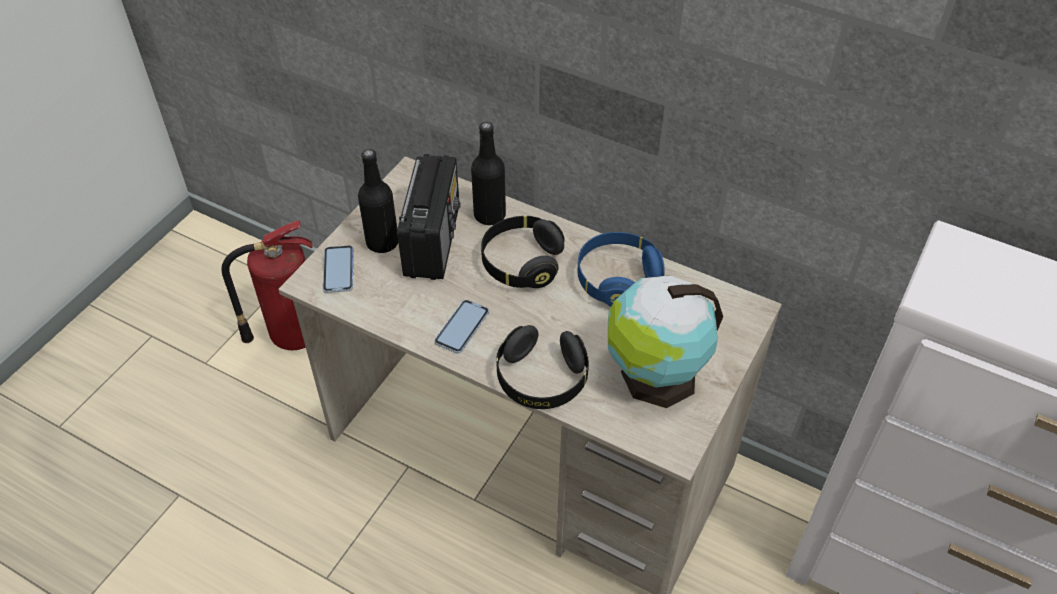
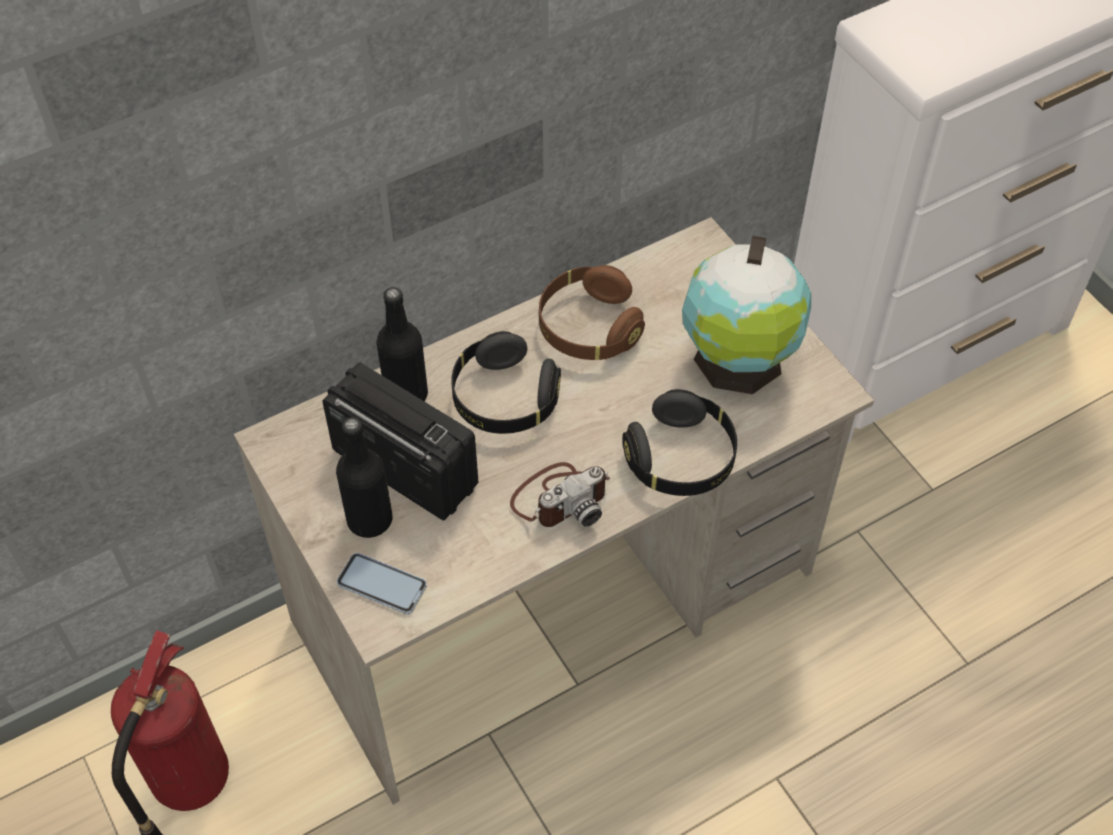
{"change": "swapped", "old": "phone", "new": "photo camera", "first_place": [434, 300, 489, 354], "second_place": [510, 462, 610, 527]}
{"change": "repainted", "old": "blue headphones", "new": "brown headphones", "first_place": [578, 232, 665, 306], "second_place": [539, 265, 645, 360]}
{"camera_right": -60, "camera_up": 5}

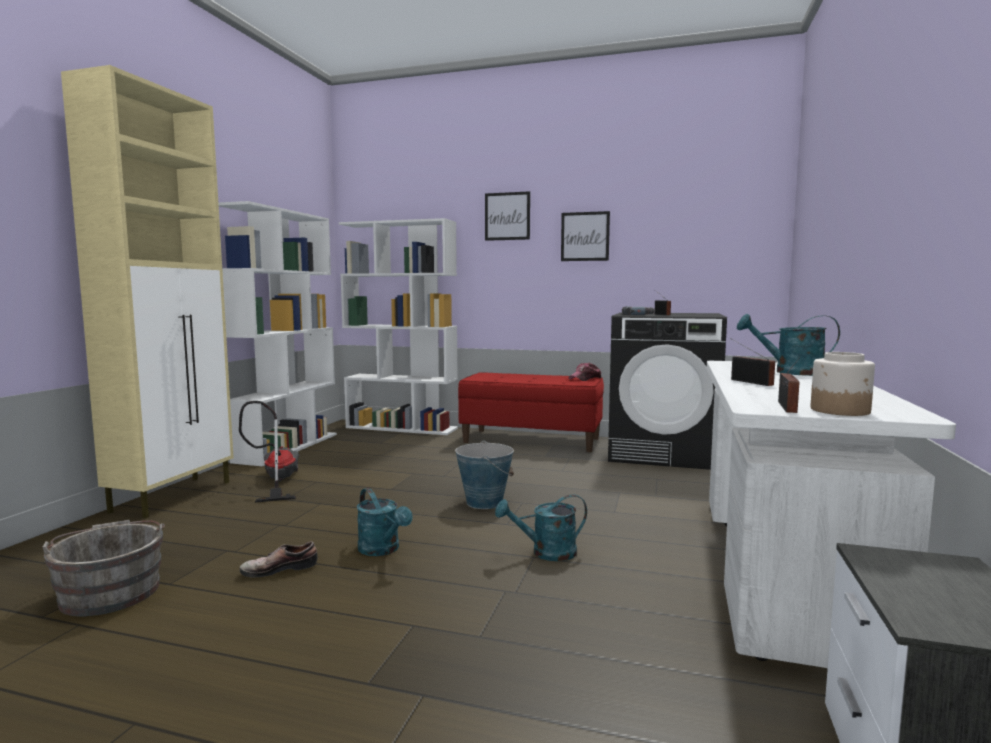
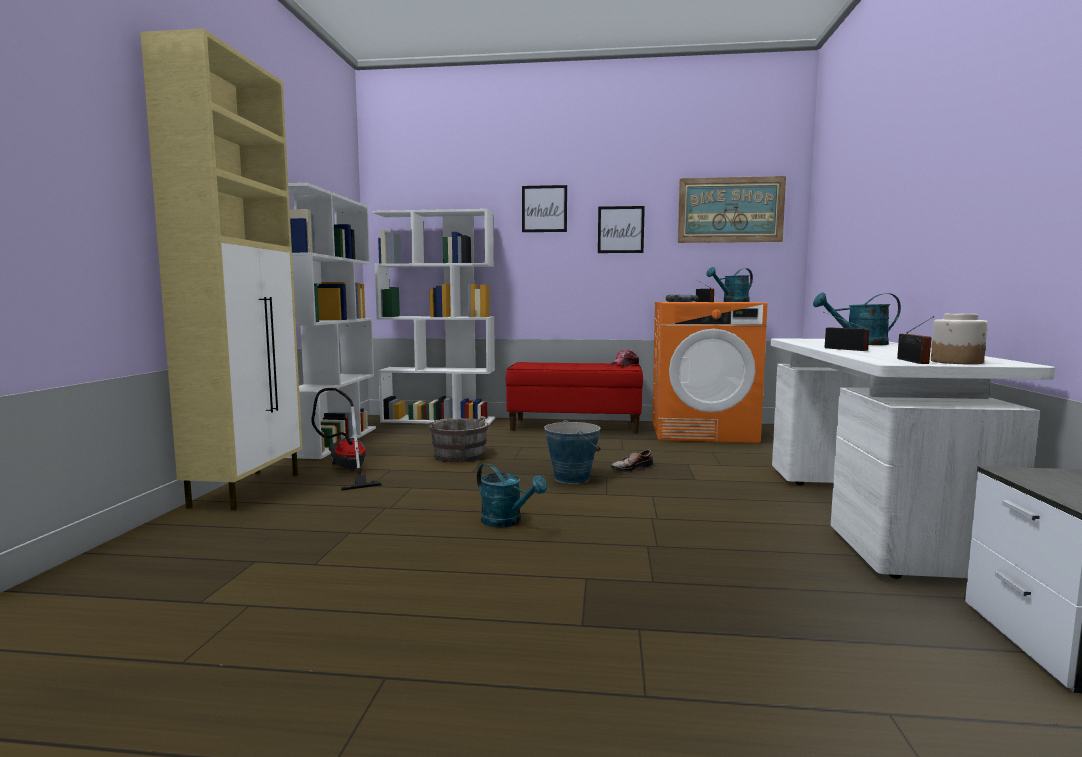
{"change": "shifted", "old": "grey bucket", "first_place": [43, 520, 165, 617], "second_place": [426, 416, 488, 462]}
{"change": "shifted", "old": "shoe", "first_place": [240, 541, 318, 577], "second_place": [611, 450, 653, 472]}
{"change": "shifted", "old": "turquoise watering can", "first_place": [495, 494, 587, 561], "second_place": [706, 267, 753, 302]}
{"change": "repainted", "old": "black washing machine", "new": "orange washing machine", "first_place": [608, 312, 727, 470], "second_place": [652, 302, 767, 443]}
{"change": "new", "new": "picture", "second_place": [678, 176, 786, 243]}
{"camera_right": -10, "camera_up": 0}

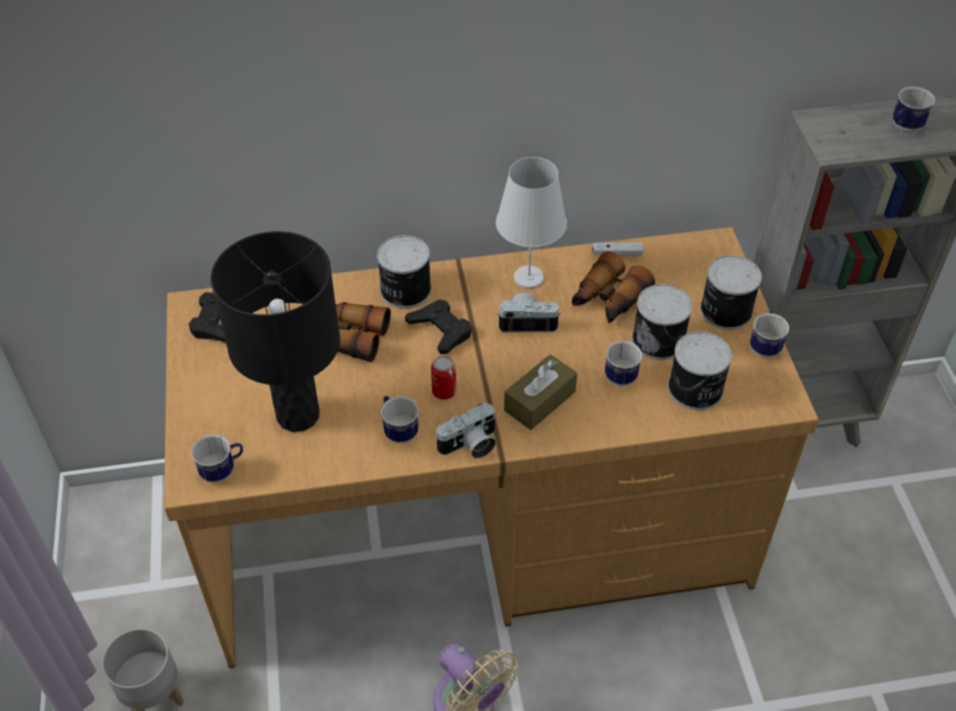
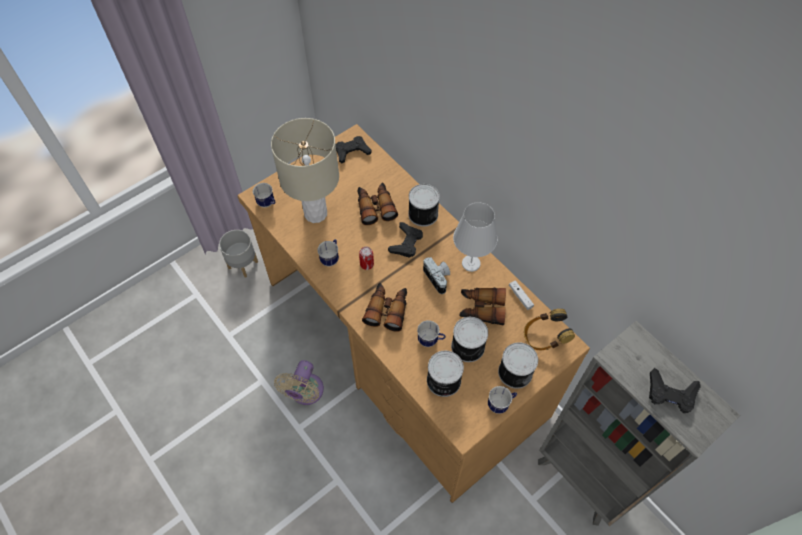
{"change": "repainted", "old": "black table lamp", "new": "beige table lamp", "first_place": [211, 231, 340, 432], "second_place": [271, 118, 339, 223]}
{"change": "gone", "old": "photo camera", "first_place": [435, 402, 496, 458]}
{"change": "swapped", "old": "brown tissue box", "new": "binoculars", "first_place": [504, 354, 577, 430], "second_place": [362, 283, 407, 332]}
{"change": "swapped", "old": "mug", "new": "black game controller", "first_place": [893, 86, 935, 133], "second_place": [649, 368, 701, 413]}
{"change": "new", "new": "headphones", "second_place": [524, 309, 575, 351]}
{"camera_right": 60, "camera_up": 10}

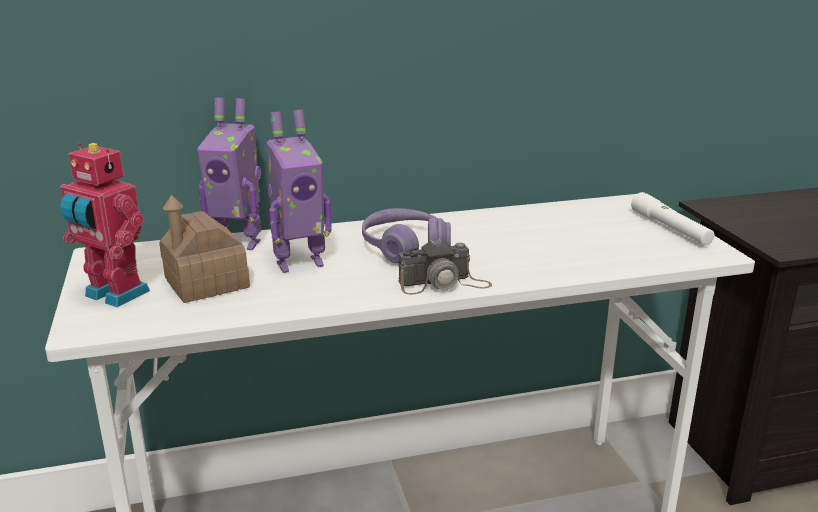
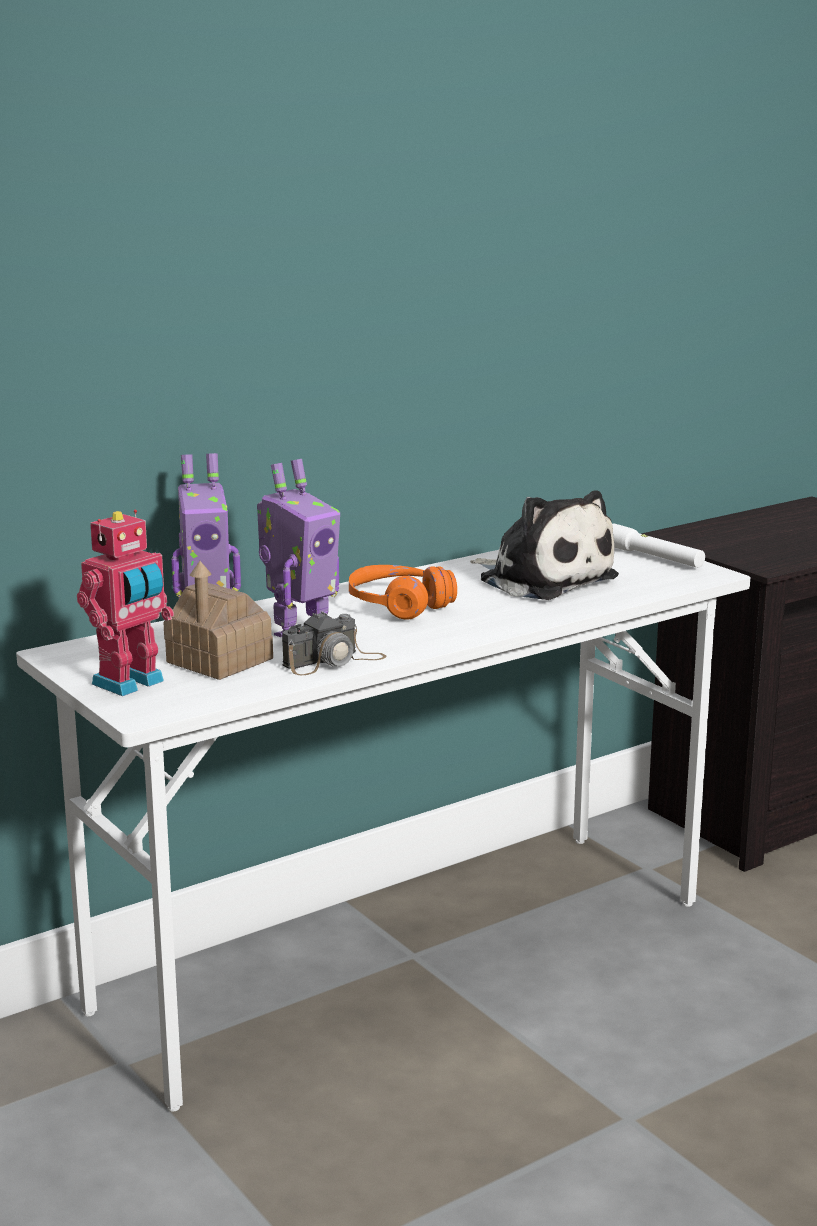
{"change": "rotated", "old": "toy robot", "first_place": [60, 143, 150, 307], "second_place": [77, 510, 174, 696], "degrees": -60}
{"change": "repainted", "old": "purple headphones", "new": "orange headphones", "first_place": [362, 208, 451, 263], "second_place": [349, 565, 457, 620]}
{"change": "shifted", "old": "photo camera", "first_place": [399, 238, 492, 295], "second_place": [282, 611, 386, 675]}
{"change": "new", "new": "plush toy", "second_place": [470, 490, 619, 600]}
{"camera_right": -20, "camera_up": -5}

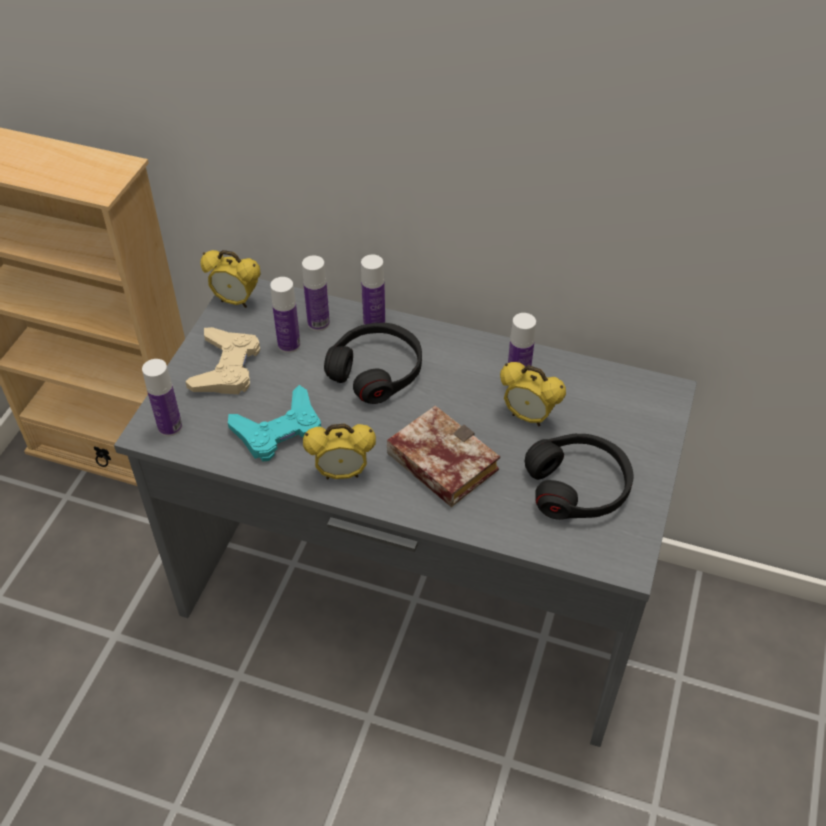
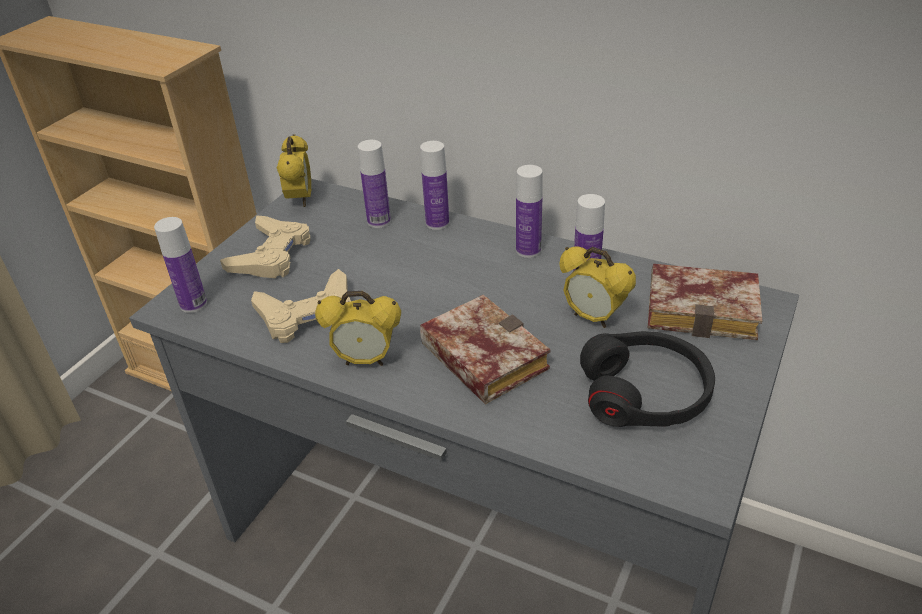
{"change": "rotated", "old": "alarm clock", "first_place": [201, 250, 261, 308], "second_place": [277, 134, 311, 207], "degrees": -120}
{"change": "repainted", "old": "turquoise game controller", "new": "beige game controller", "first_place": [228, 385, 321, 462], "second_place": [251, 269, 351, 343]}
{"change": "shifted", "old": "bottle", "first_place": [270, 277, 301, 353], "second_place": [516, 165, 543, 258]}
{"change": "gone", "old": "black headphones", "first_place": [324, 323, 422, 404]}
{"change": "new", "new": "book", "second_place": [648, 264, 762, 340]}
{"camera_right": 10, "camera_up": -10}

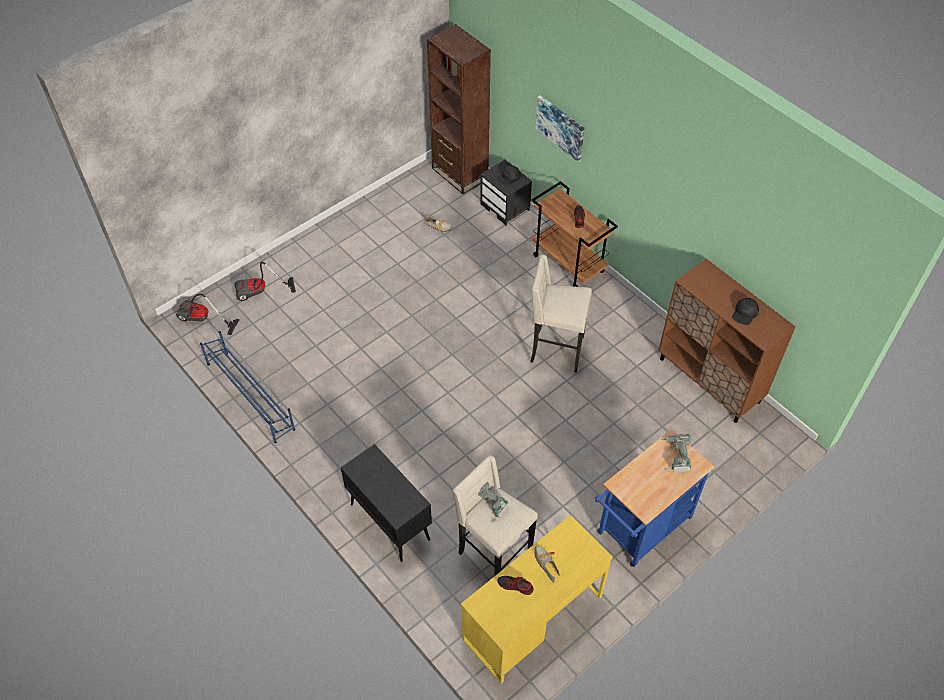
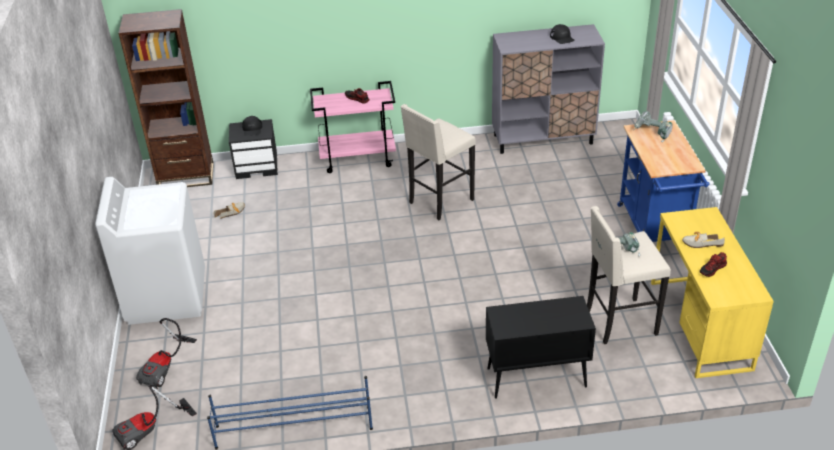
{"change": "repainted", "old": "brown cart", "new": "pink cart", "first_place": [532, 181, 618, 287], "second_place": [310, 81, 396, 173]}
{"change": "gone", "old": "picture", "first_place": [535, 95, 584, 162]}
{"change": "repainted", "old": "brown cabinet", "new": "grey cabinet", "first_place": [658, 259, 796, 423], "second_place": [492, 24, 605, 154]}
{"change": "new", "new": "white washing machine", "second_place": [95, 177, 205, 325]}
{"camera_right": -55, "camera_up": -15}

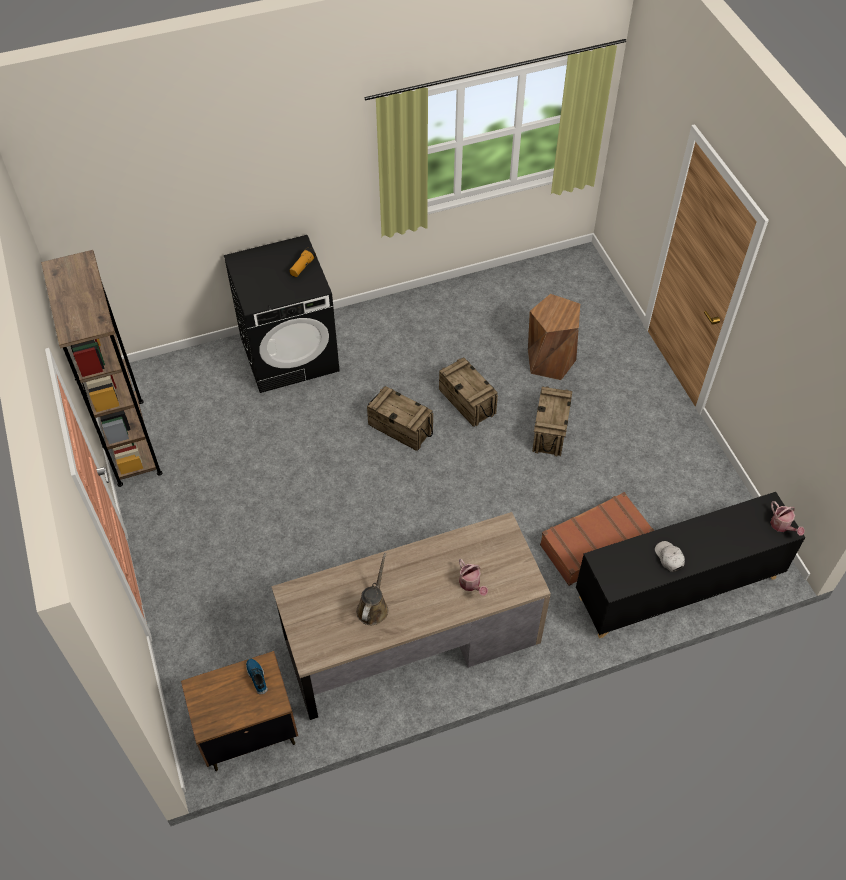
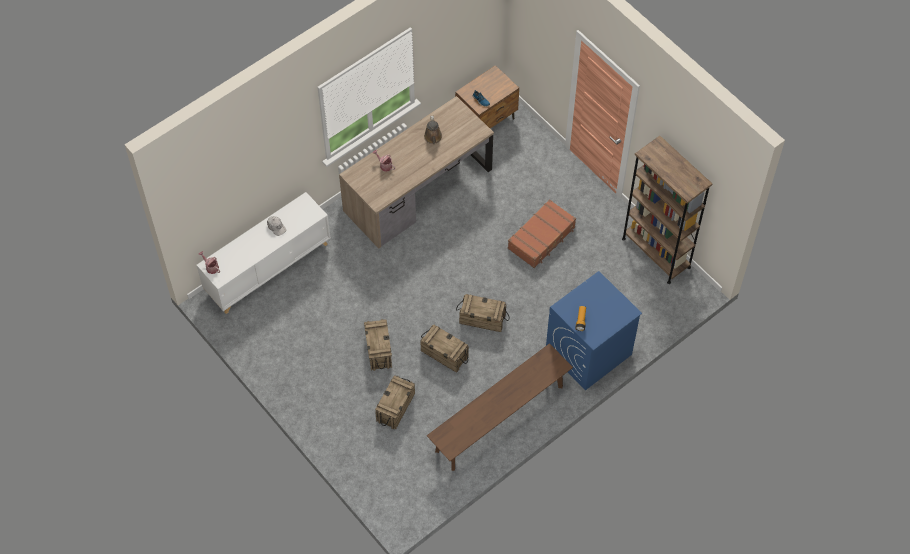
{"change": "repainted", "old": "black washing machine", "new": "blue washing machine", "first_place": [224, 235, 340, 393], "second_place": [546, 271, 642, 390]}
{"change": "swapped", "old": "brown stool", "new": "crate", "first_place": [528, 294, 580, 380], "second_place": [375, 375, 415, 430]}
{"change": "shifted", "old": "brown suitcase", "first_place": [540, 492, 655, 586], "second_place": [508, 199, 576, 268]}
{"change": "repainted", "old": "black cabinet", "new": "white cabinet", "first_place": [576, 492, 805, 639], "second_place": [197, 192, 331, 314]}
{"change": "new", "new": "brown bench", "second_place": [427, 343, 573, 471]}
{"camera_right": 160, "camera_up": 5}

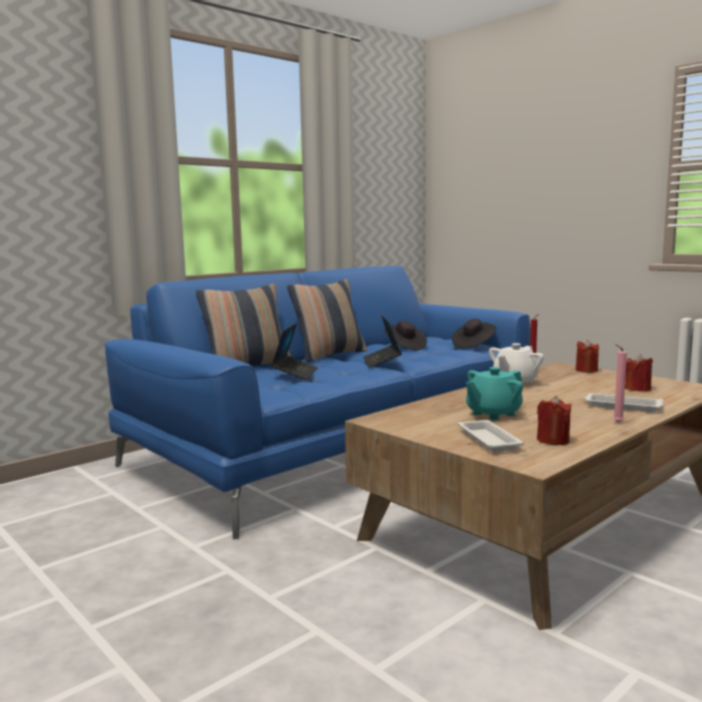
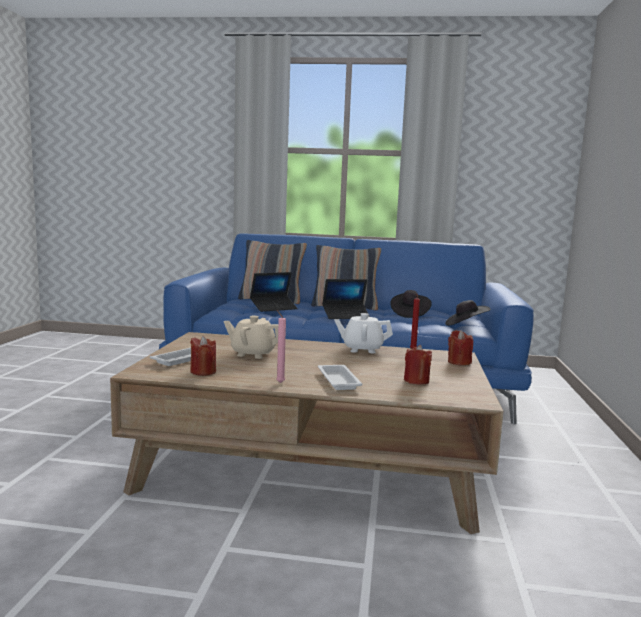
{"change": "rotated", "old": "laptop", "first_place": [363, 315, 402, 368], "second_place": [322, 279, 370, 319], "degrees": -150}
{"change": "repainted", "old": "turquoise teapot", "new": "beige teapot", "first_place": [466, 367, 523, 420], "second_place": [224, 315, 278, 359]}
{"camera_right": 50, "camera_up": 0}

